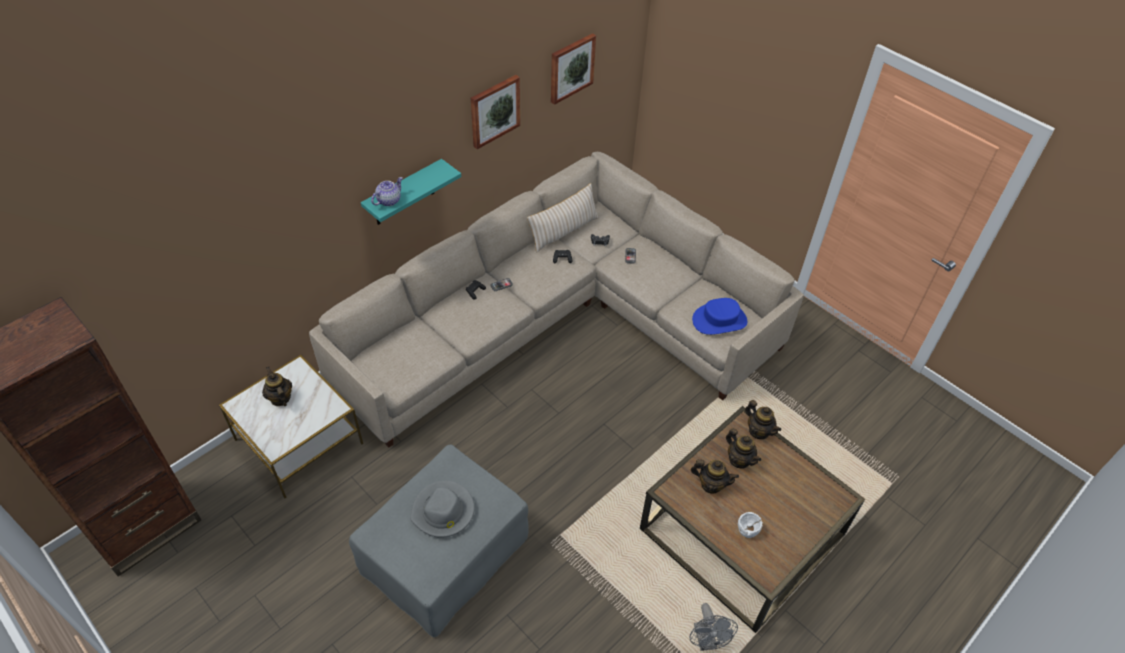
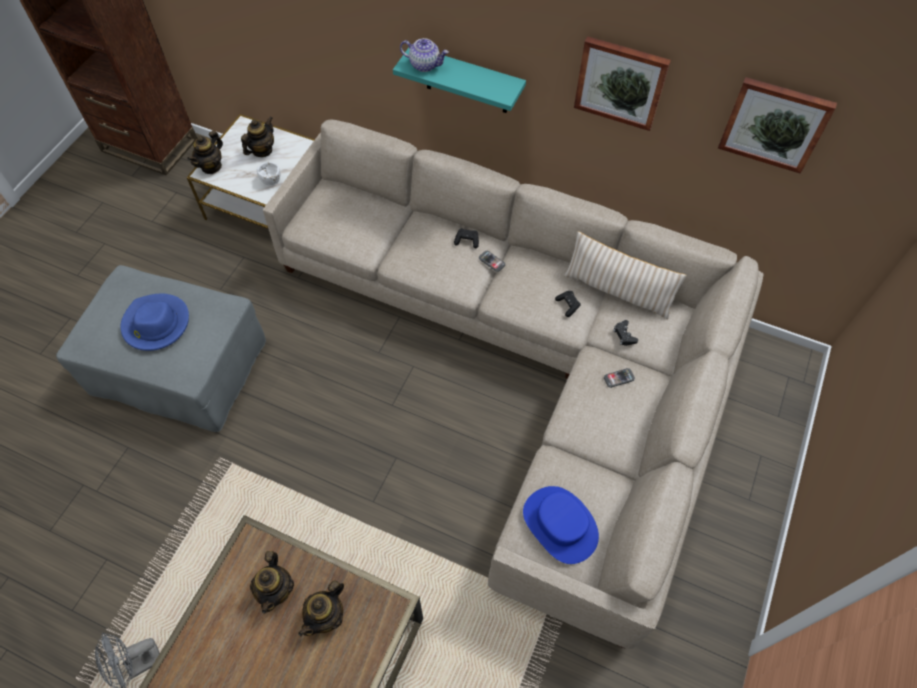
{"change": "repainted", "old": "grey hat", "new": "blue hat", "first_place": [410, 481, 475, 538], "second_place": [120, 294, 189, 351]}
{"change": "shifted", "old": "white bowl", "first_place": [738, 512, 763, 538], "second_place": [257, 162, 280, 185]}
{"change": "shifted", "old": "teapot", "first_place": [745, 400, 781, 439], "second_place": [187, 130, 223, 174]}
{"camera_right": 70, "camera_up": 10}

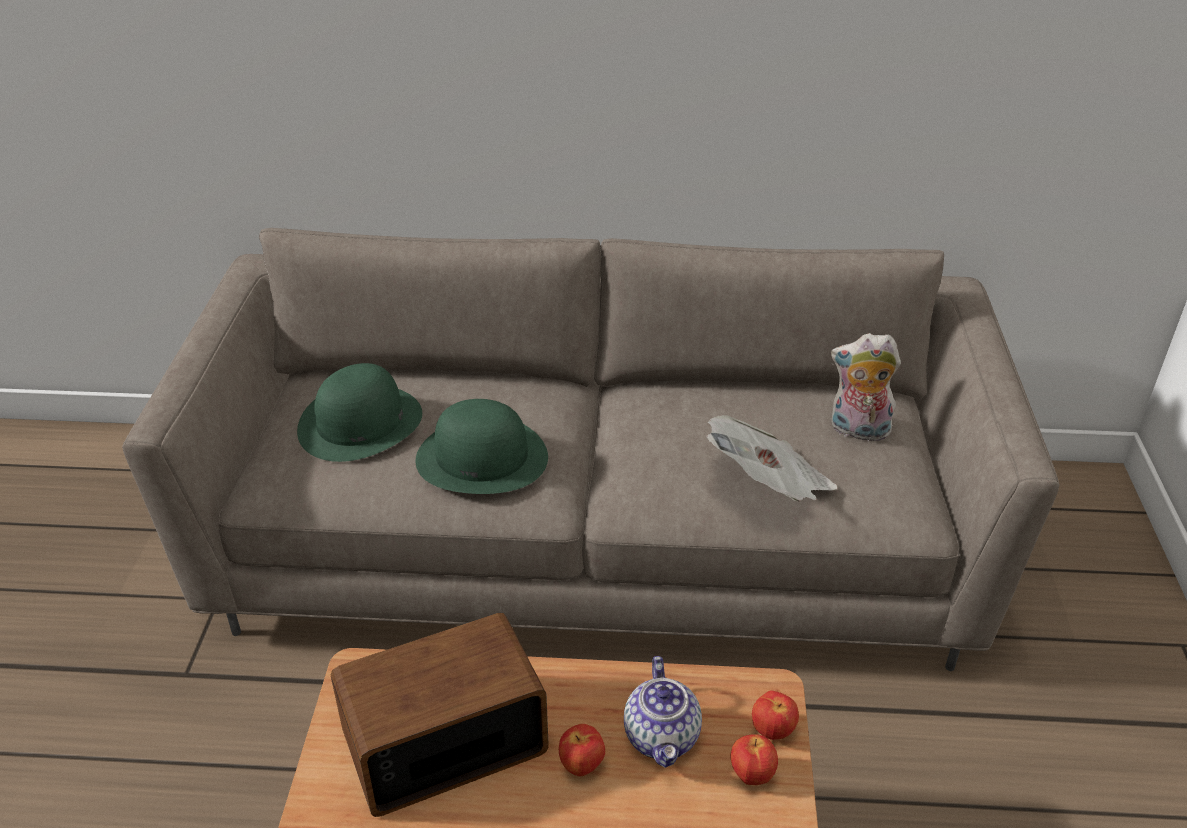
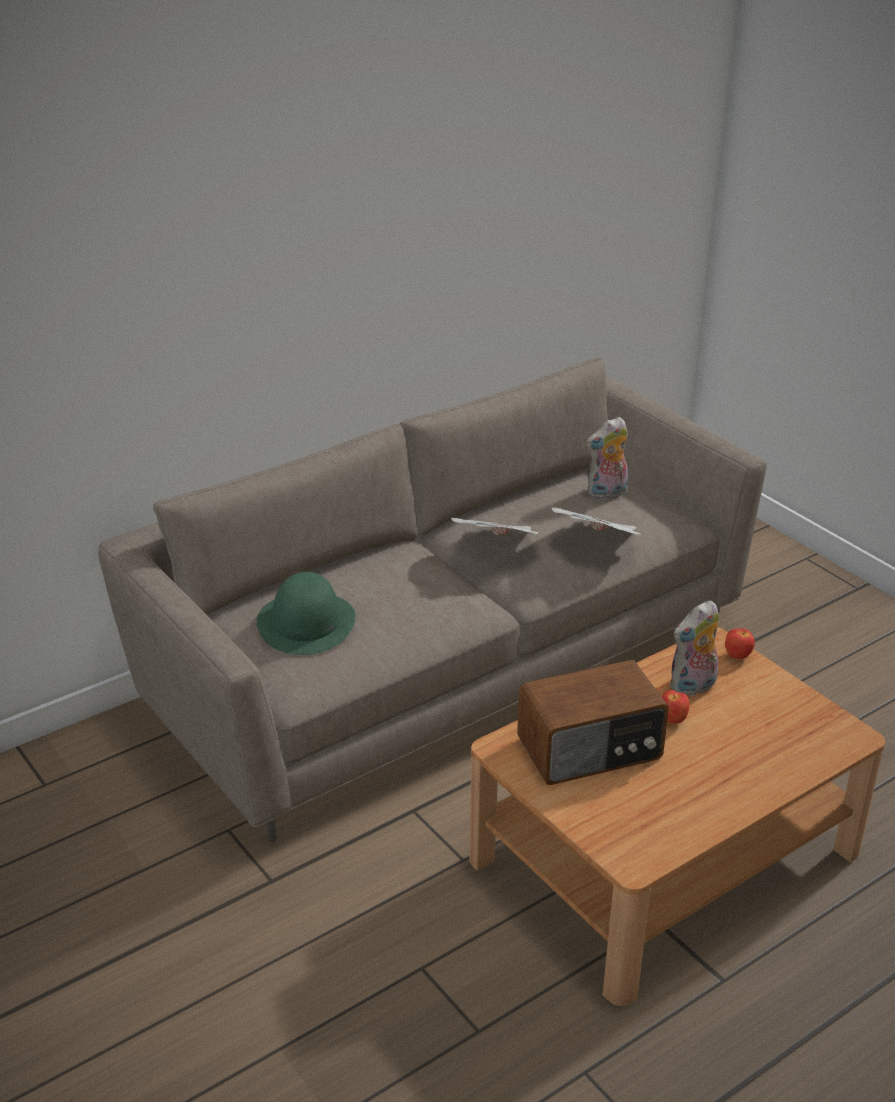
{"change": "rotated", "old": "radio", "first_place": [331, 613, 549, 817], "second_place": [517, 660, 669, 785], "degrees": -135}
{"change": "gone", "old": "green hat", "first_place": [416, 399, 548, 494]}
{"change": "swapped", "old": "teapot", "new": "plush toy", "first_place": [624, 656, 702, 768], "second_place": [670, 600, 719, 696]}
{"change": "gone", "old": "apple", "first_place": [730, 734, 778, 785]}
{"change": "new", "new": "newspaper", "second_place": [451, 518, 542, 535]}
{"camera_right": -40, "camera_up": -5}

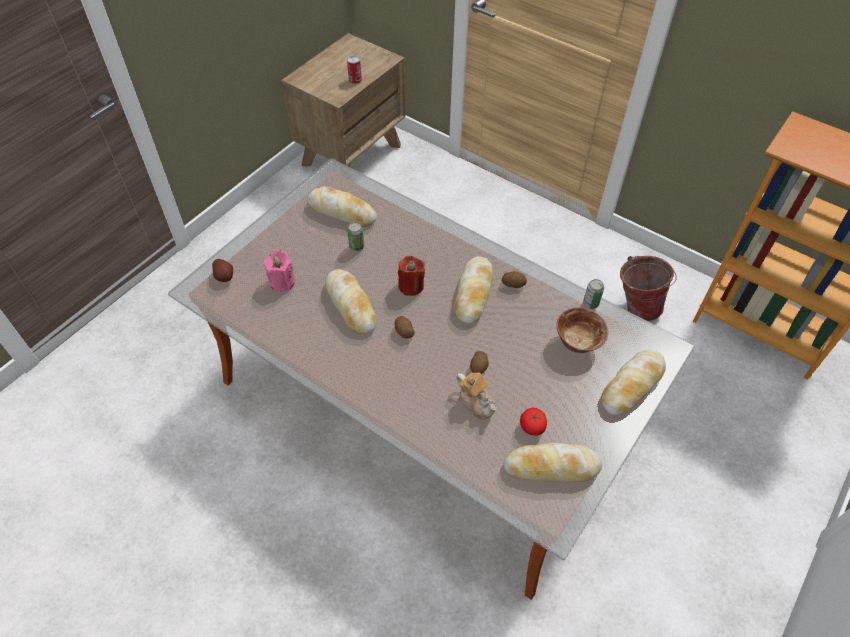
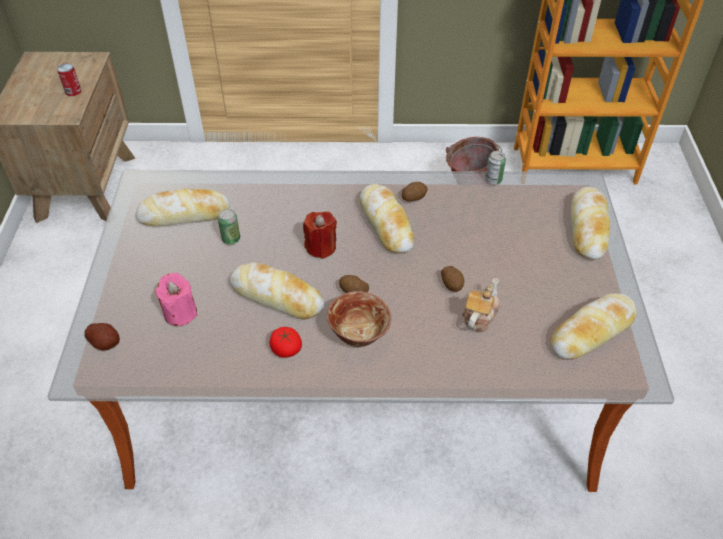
{"change": "rotated", "old": "teapot", "first_place": [456, 372, 497, 420], "second_place": [462, 278, 500, 332], "degrees": -75}
{"change": "shifted", "old": "tomato", "first_place": [520, 408, 547, 436], "second_place": [269, 327, 302, 358]}
{"change": "shifted", "old": "bowl", "first_place": [557, 307, 608, 353], "second_place": [327, 291, 391, 347]}
{"camera_right": -35, "camera_up": -5}

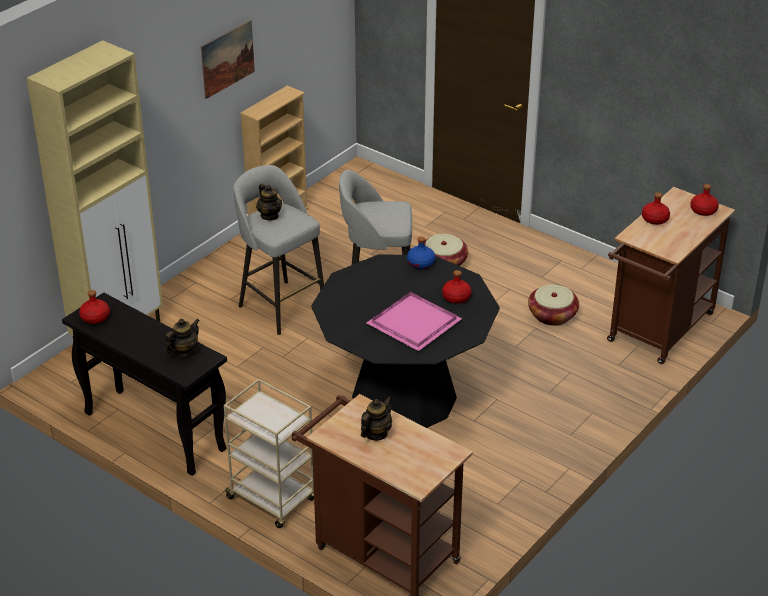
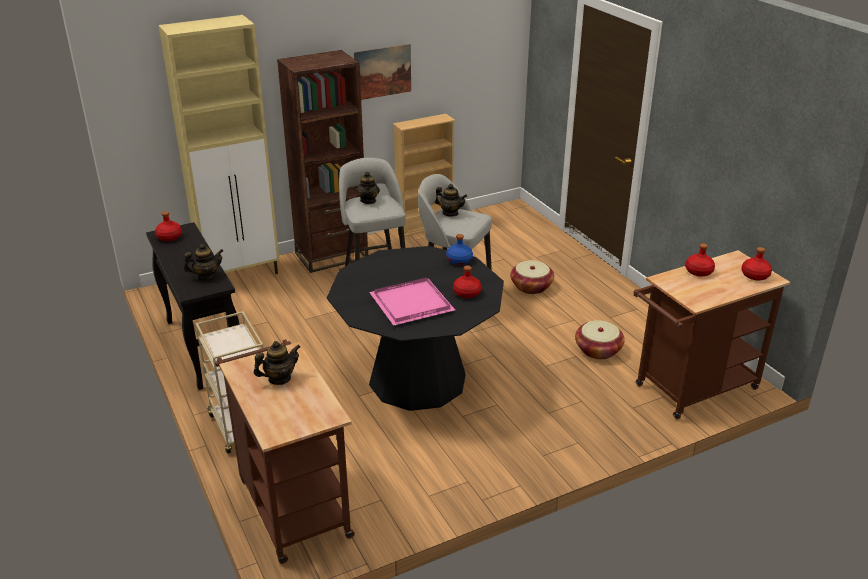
{"change": "new", "new": "brown bookcase", "second_place": [277, 50, 368, 273]}
{"change": "new", "new": "teapot", "second_place": [435, 184, 467, 217]}
{"camera_right": 25, "camera_up": -5}

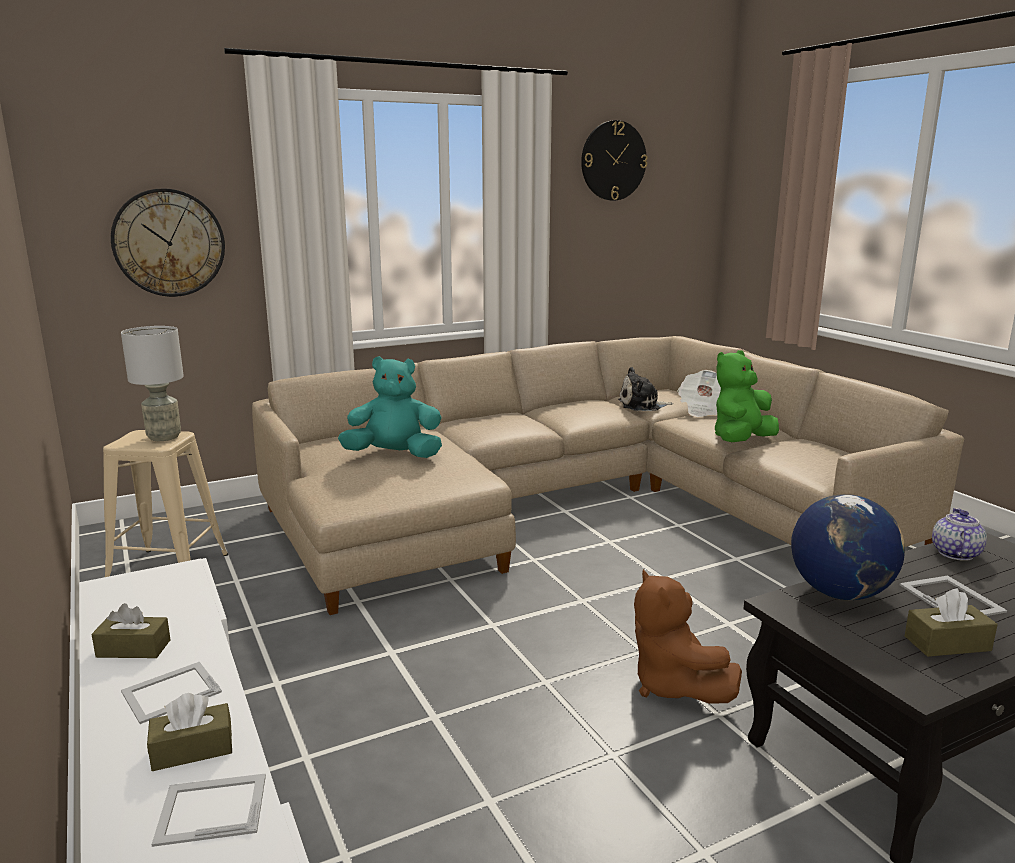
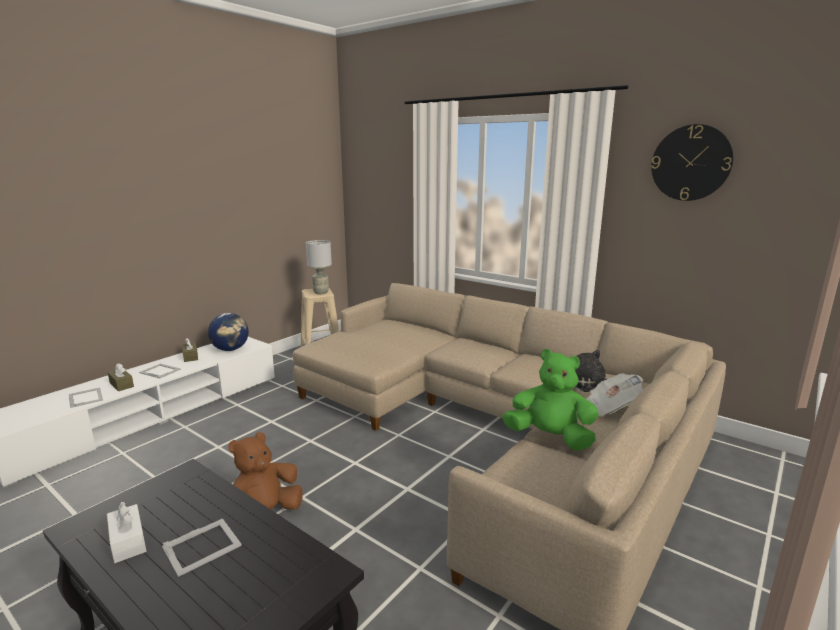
{"change": "gone", "old": "wall clock", "first_place": [111, 188, 225, 297]}
{"change": "gone", "old": "turquoise plush toy", "first_place": [338, 356, 442, 458]}
{"change": "shifted", "old": "globe", "first_place": [791, 494, 905, 600], "second_place": [208, 313, 249, 351]}
{"change": "repainted", "old": "brown tissue box", "new": "white tissue box", "first_place": [905, 588, 998, 657], "second_place": [107, 502, 146, 563]}
{"change": "gone", "old": "teapot", "first_place": [932, 508, 987, 561]}
{"camera_right": 65, "camera_up": 0}

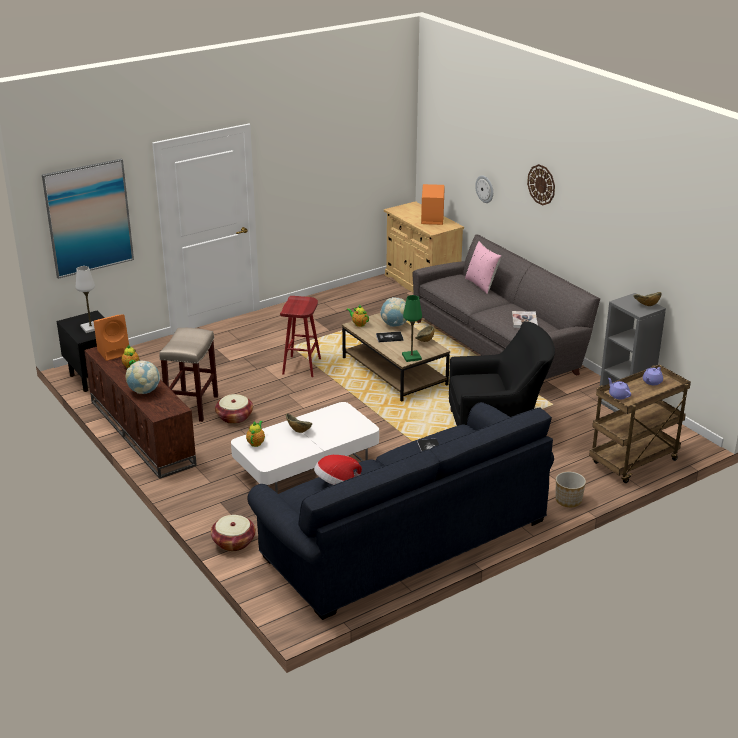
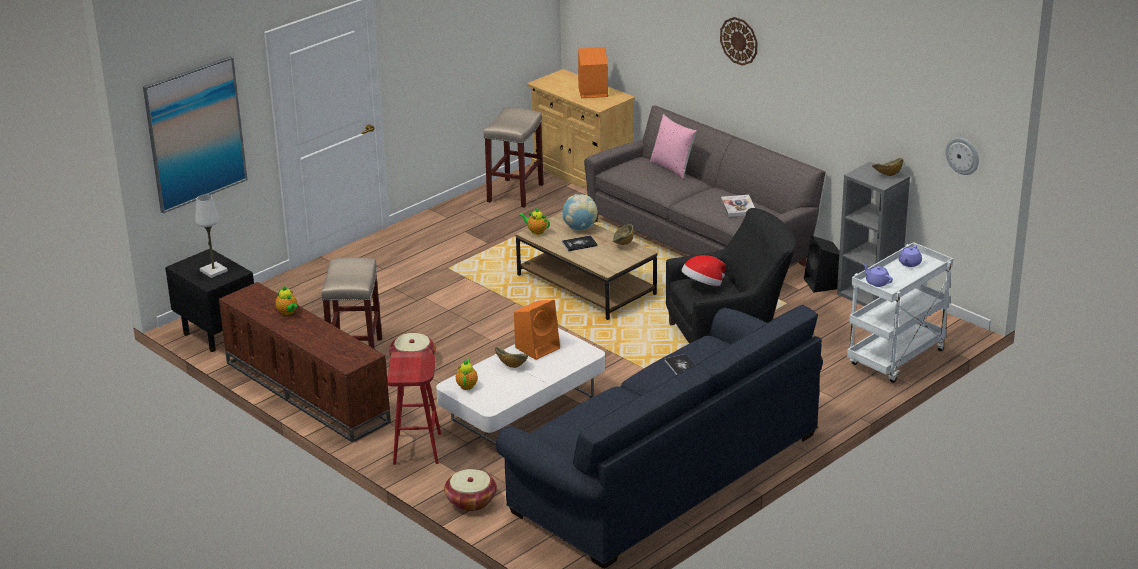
{"change": "shifted", "old": "orange speaker", "first_place": [94, 314, 129, 361], "second_place": [514, 300, 560, 360]}
{"change": "gone", "old": "globe", "first_place": [125, 361, 160, 394]}
{"change": "shifted", "old": "red stool", "first_place": [280, 296, 321, 377], "second_place": [387, 351, 441, 465]}
{"change": "shifted", "old": "hat", "first_place": [314, 455, 362, 485], "second_place": [681, 255, 726, 286]}
{"change": "gone", "old": "green table lamp", "first_place": [402, 295, 422, 362]}
{"change": "shifted", "old": "wall clock", "first_place": [475, 175, 493, 203], "second_place": [945, 138, 979, 175]}
{"change": "gone", "old": "planter", "first_place": [556, 472, 586, 507]}
{"change": "repainted", "old": "brown cart", "new": "white cart", "first_place": [589, 365, 691, 483], "second_place": [847, 242, 953, 383]}
{"change": "new", "new": "beige stool", "second_place": [484, 108, 544, 208]}
{"change": "new", "new": "black speaker", "second_place": [804, 236, 839, 293]}
{"camera_right": -10, "camera_up": 0}

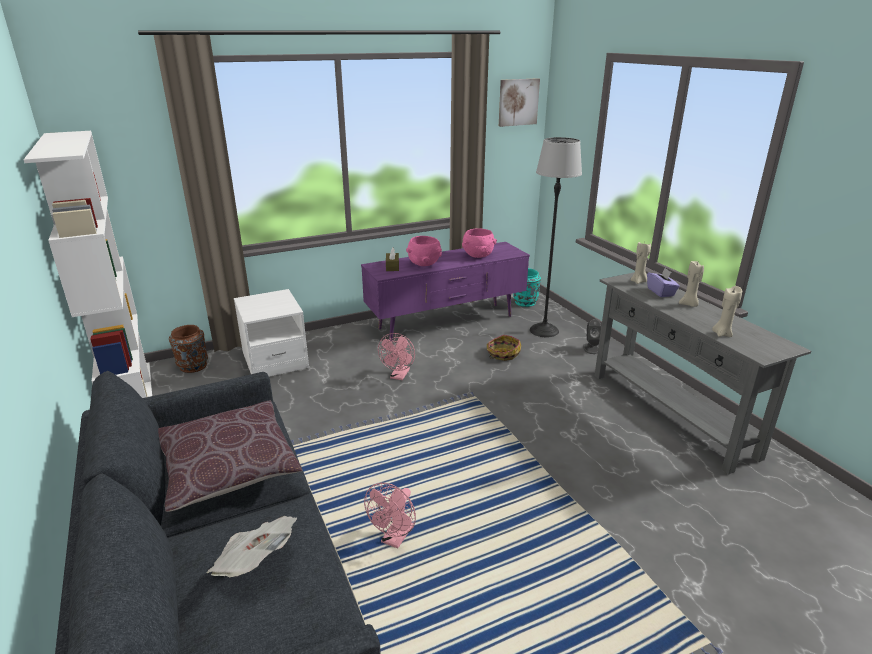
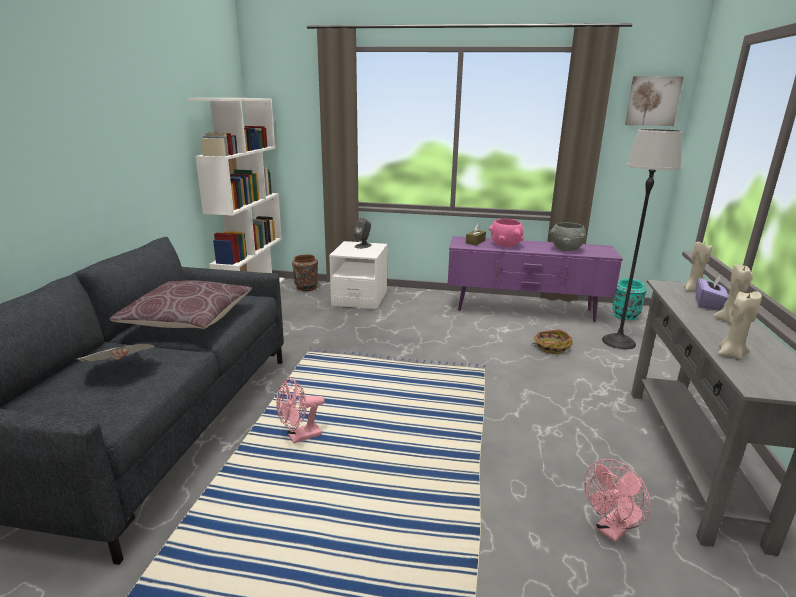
{"change": "shifted", "old": "pink fan", "first_place": [378, 333, 415, 380], "second_place": [584, 459, 650, 542]}
{"change": "repainted", "old": "pink bowl", "new": "grey bowl", "first_place": [462, 228, 497, 258], "second_place": [550, 223, 586, 251]}
{"change": "shifted", "old": "grey speaker", "first_place": [583, 319, 601, 354], "second_place": [353, 218, 372, 249]}
{"camera_right": 35, "camera_up": -5}

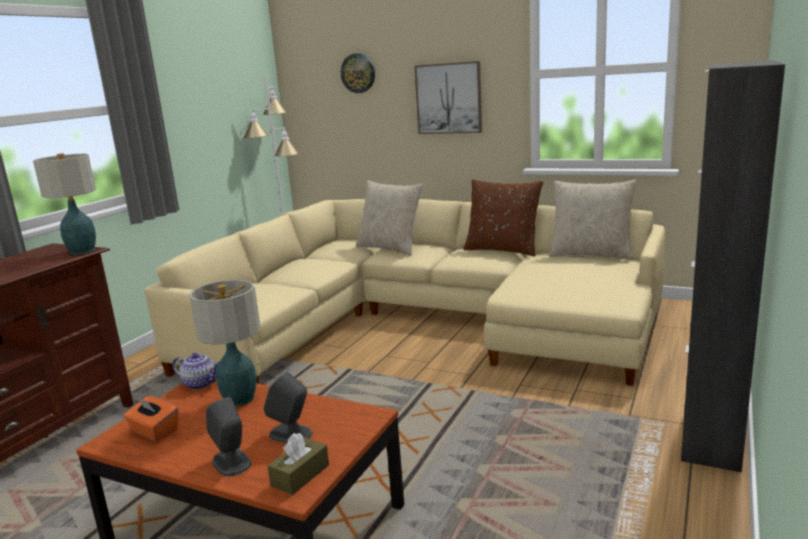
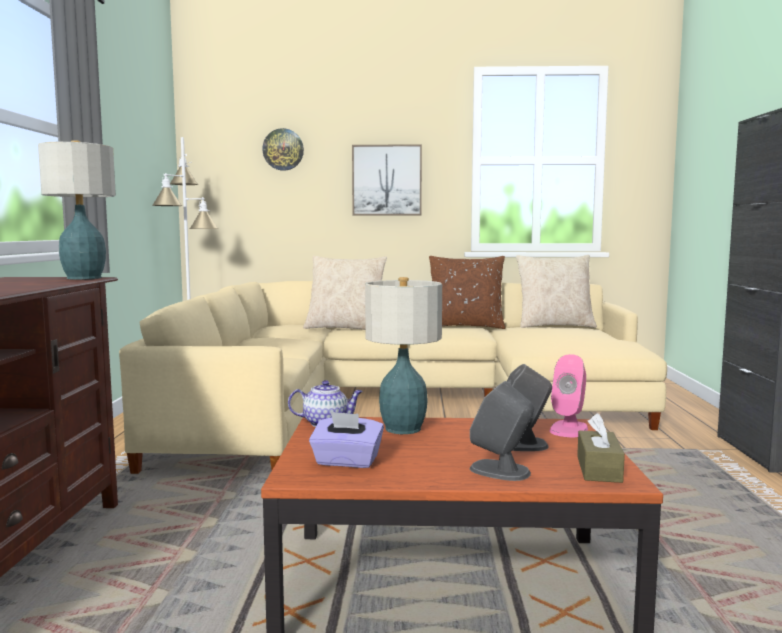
{"change": "repainted", "old": "orange tissue box", "new": "purple tissue box", "first_place": [124, 396, 178, 442], "second_place": [309, 411, 384, 468]}
{"change": "new", "new": "pink speaker", "second_place": [550, 354, 588, 437]}
{"camera_right": -25, "camera_up": -10}

